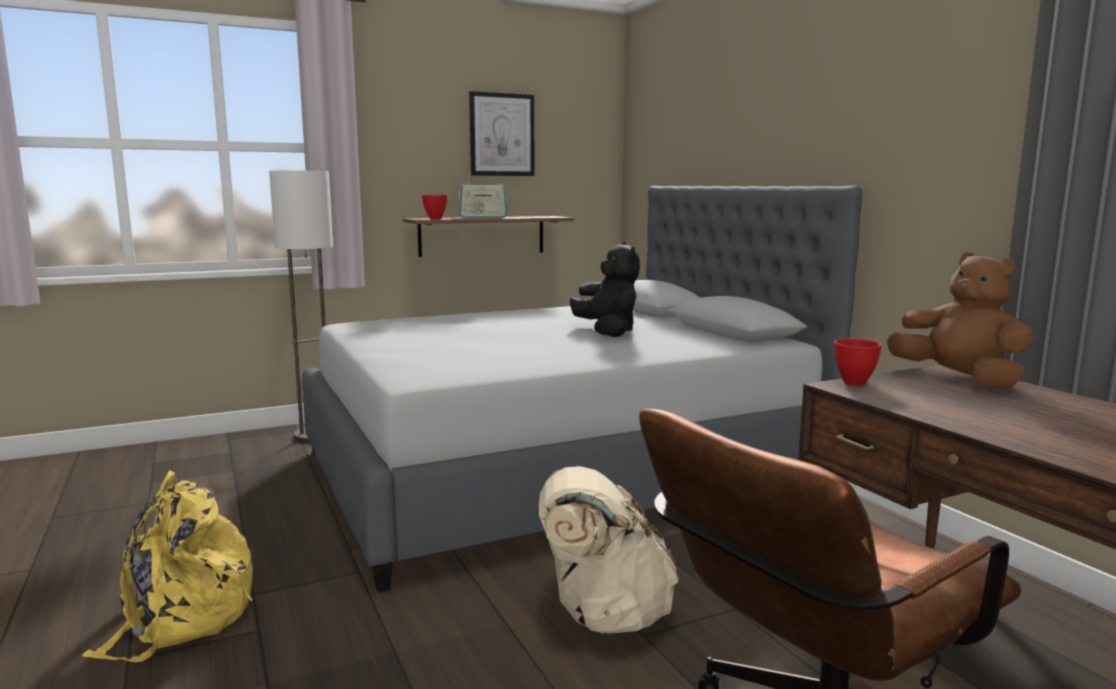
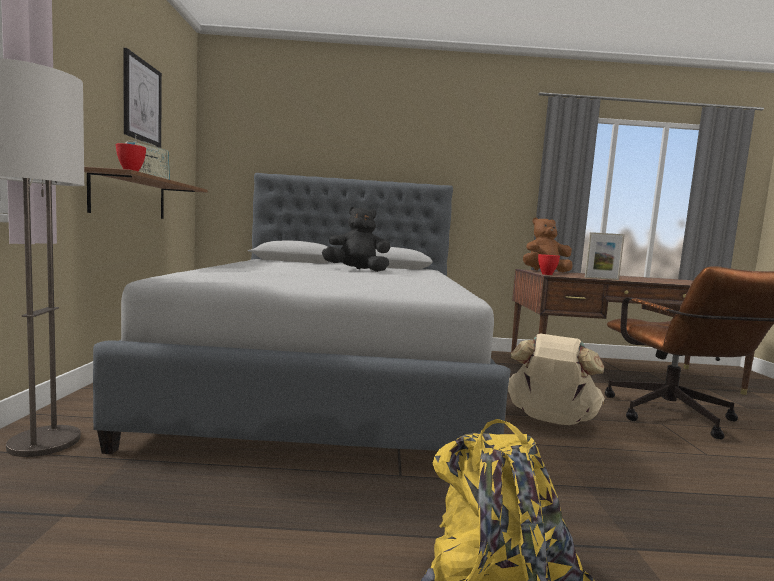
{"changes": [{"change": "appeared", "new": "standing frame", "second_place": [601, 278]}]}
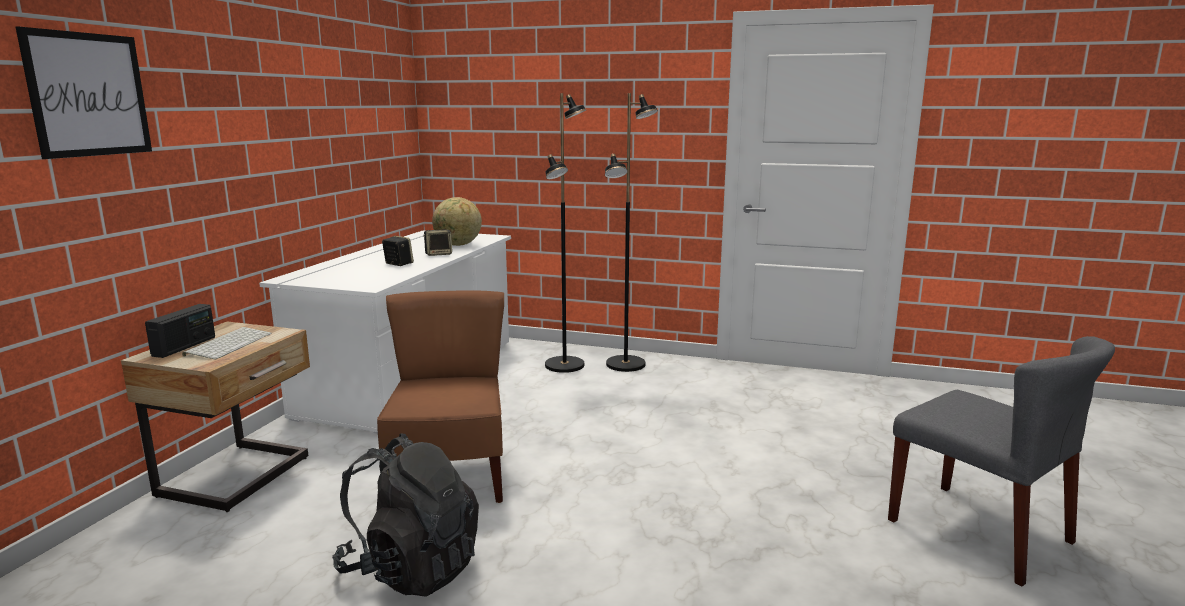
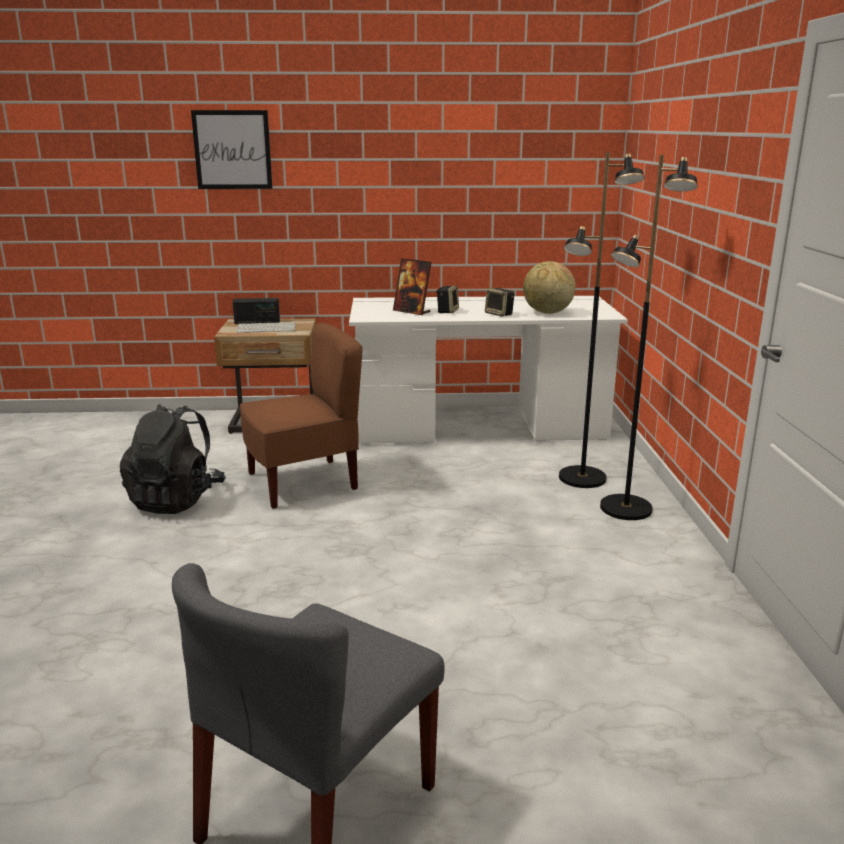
{"changes": [{"change": "appeared", "new": "standing frame", "second_place": [412, 311]}]}
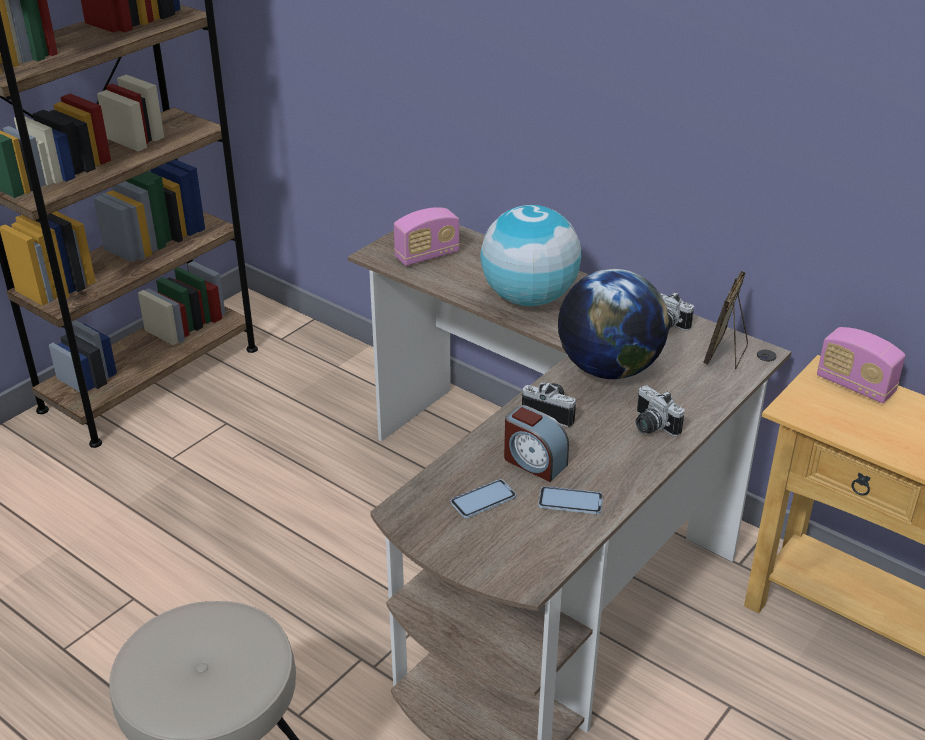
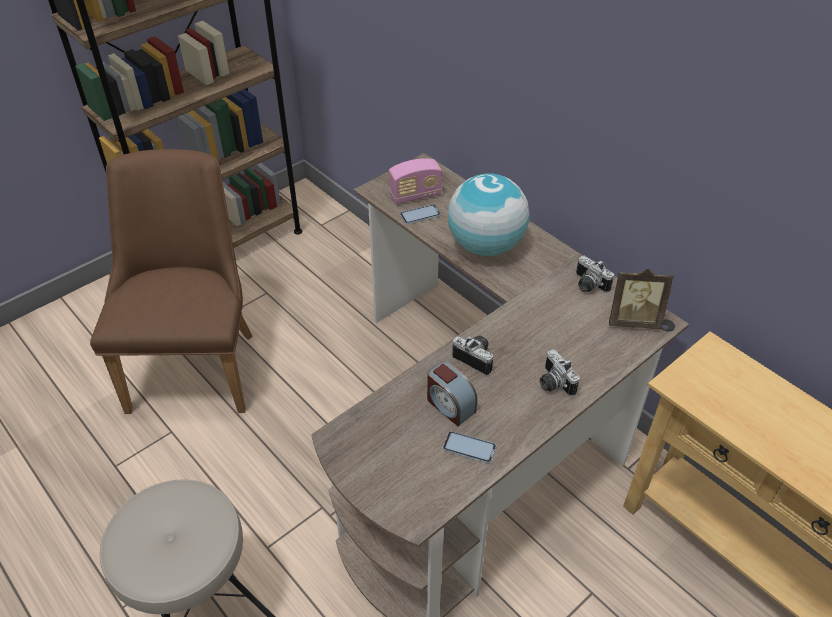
{"changes": [{"change": "relocated", "old": "phone", "first_place": [483, 500], "second_place": [420, 215]}, {"change": "missing", "old": "desk globe", "first_place": [608, 369]}, {"change": "spun", "old": "standing frame", "first_place": [726, 354], "second_place": [633, 320], "degrees": -120}, {"change": "missing", "old": "radio set", "first_place": [855, 385]}, {"change": "appeared", "new": "brown-coloured upright chair", "second_place": [197, 361]}]}
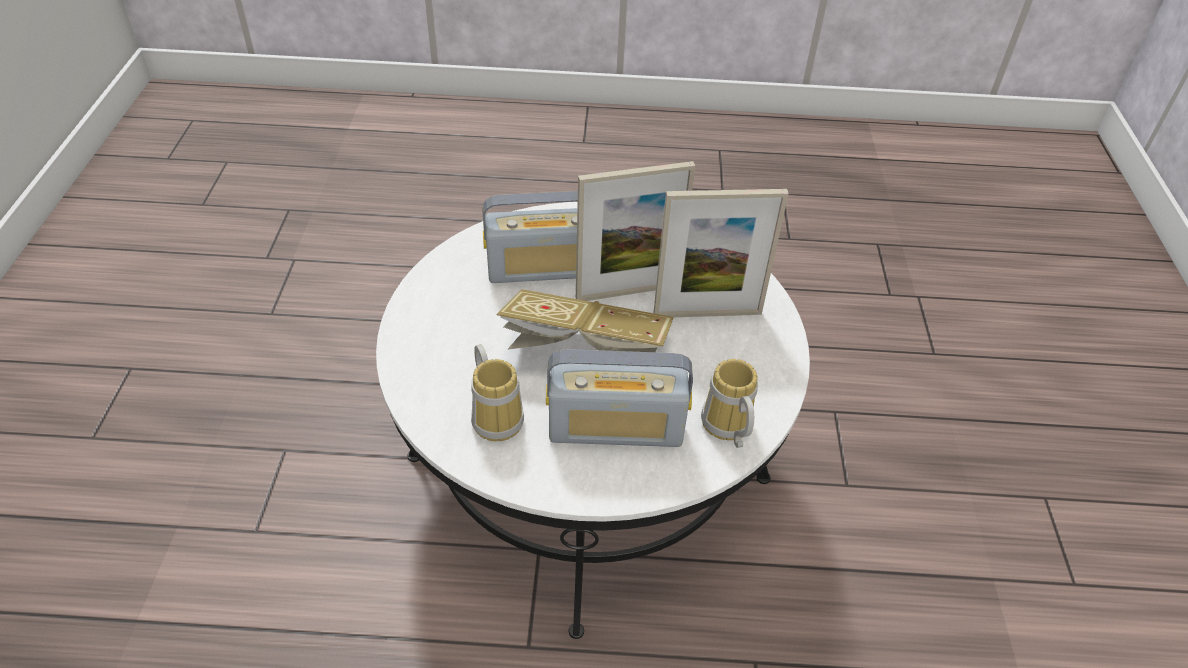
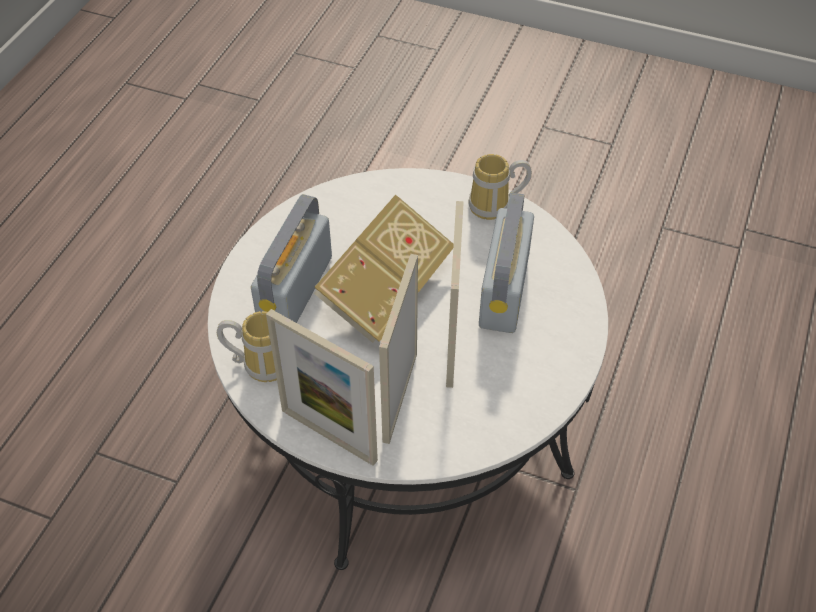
{"changes": [{"change": "relocated", "old": "coffee mug", "first_place": [497, 416], "second_place": [495, 207]}, {"change": "appeared", "new": "standing frame", "second_place": [329, 435]}]}
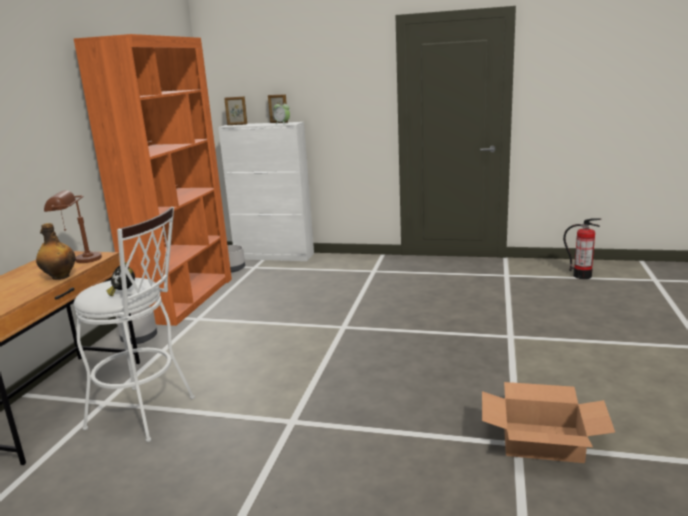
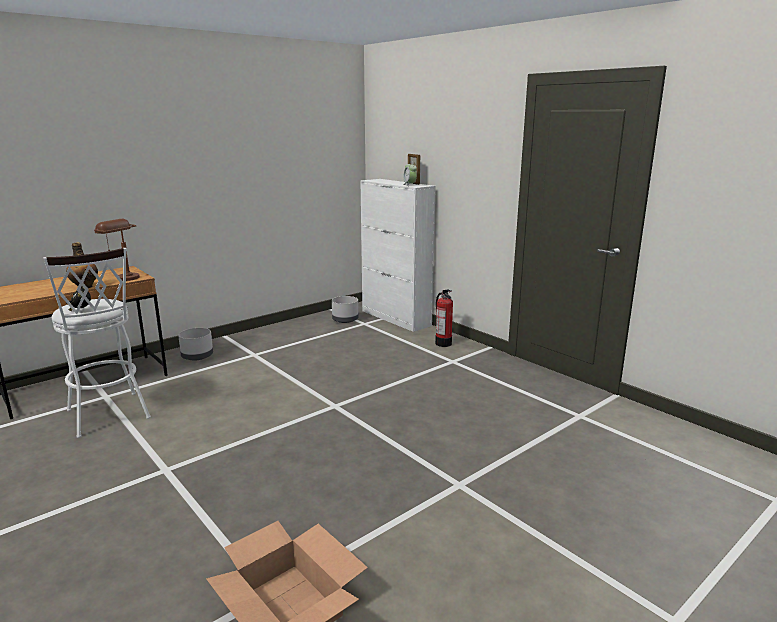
{"changes": [{"change": "missing", "old": "orangey bookshelf", "first_place": [184, 299]}, {"change": "missing", "old": "standing frame", "first_place": [237, 124]}, {"change": "relocated", "old": "extinguisher", "first_place": [582, 276], "second_place": [443, 343]}]}
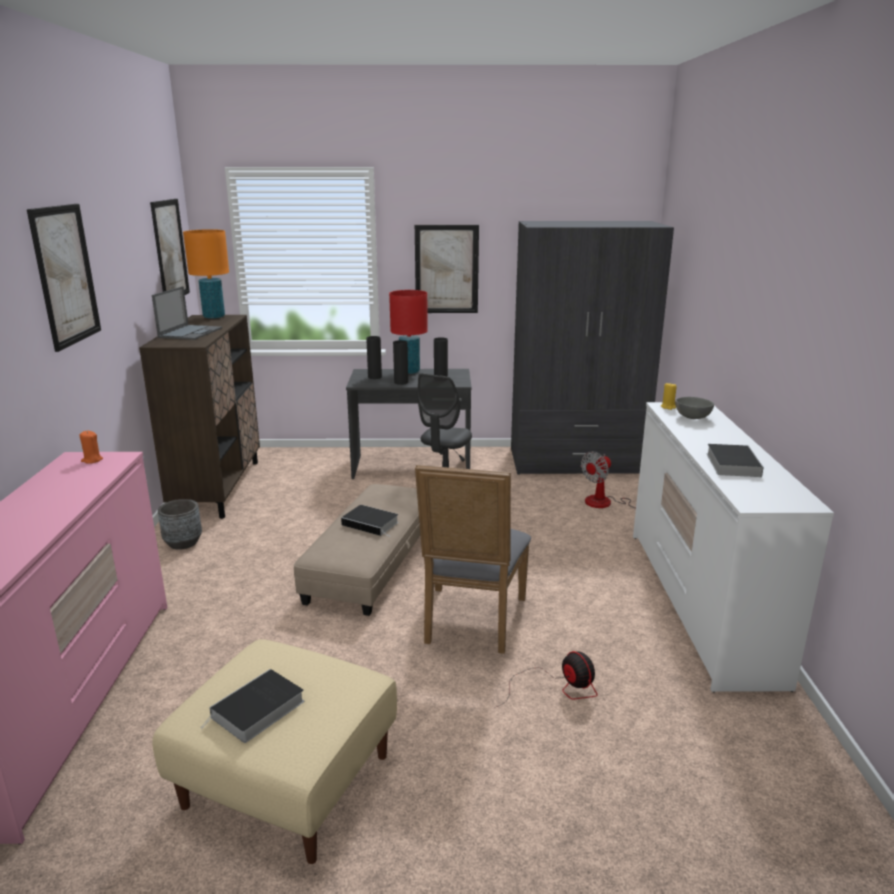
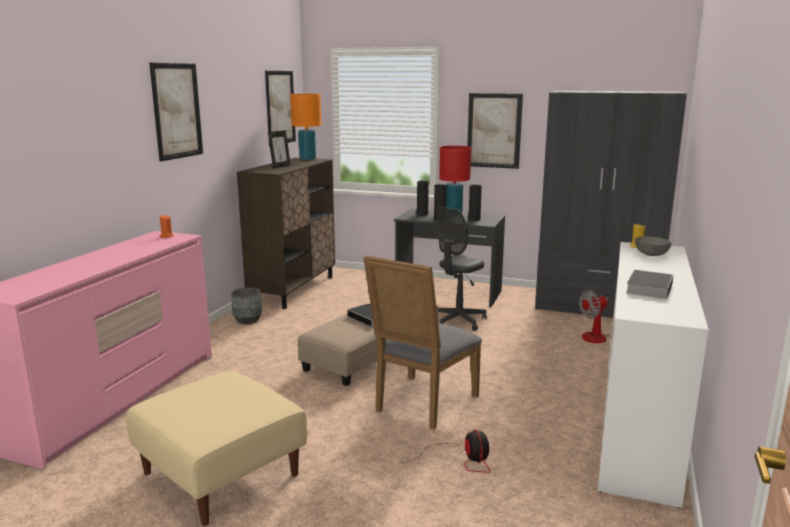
{"changes": [{"change": "exchanged", "old": "laptop", "new": "standing frame", "first_place": [190, 332], "second_place": [280, 166]}, {"change": "missing", "old": "volume", "first_place": [256, 711]}]}
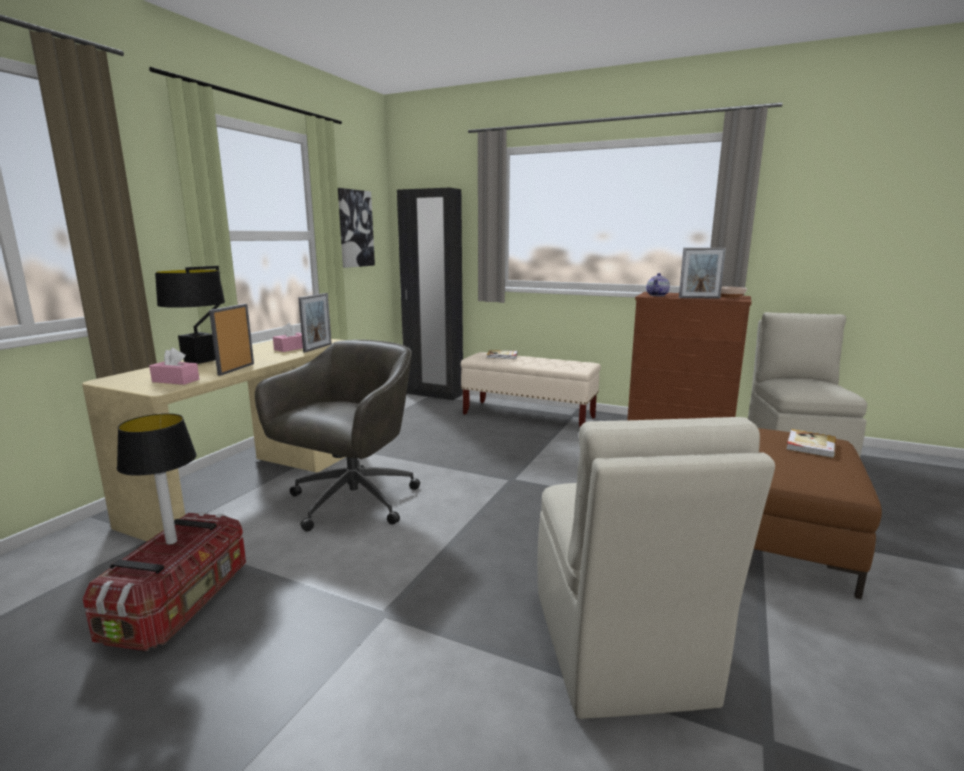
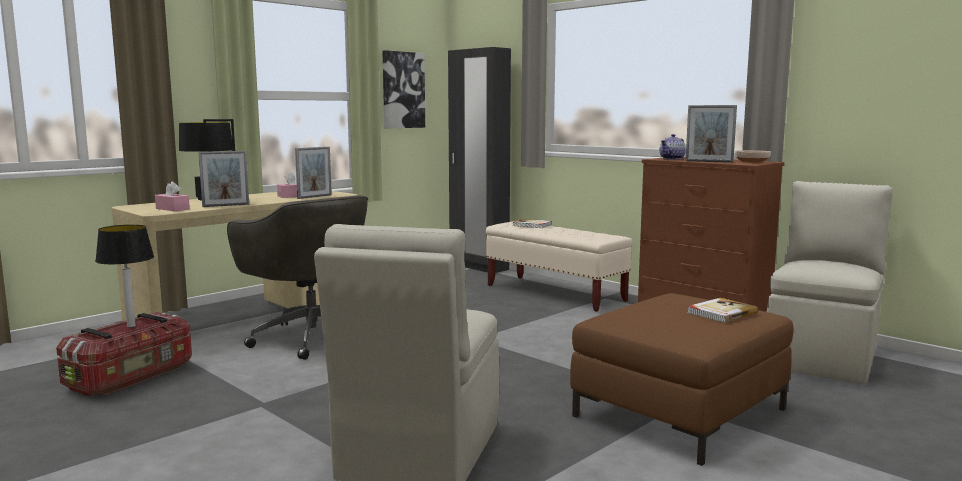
{"changes": [{"change": "spun", "old": "standing frame", "first_place": [236, 369], "second_place": [226, 205], "degrees": -150}, {"change": "spun", "old": "gray computer chair", "first_place": [351, 502], "second_place": [310, 337], "degrees": 90}]}
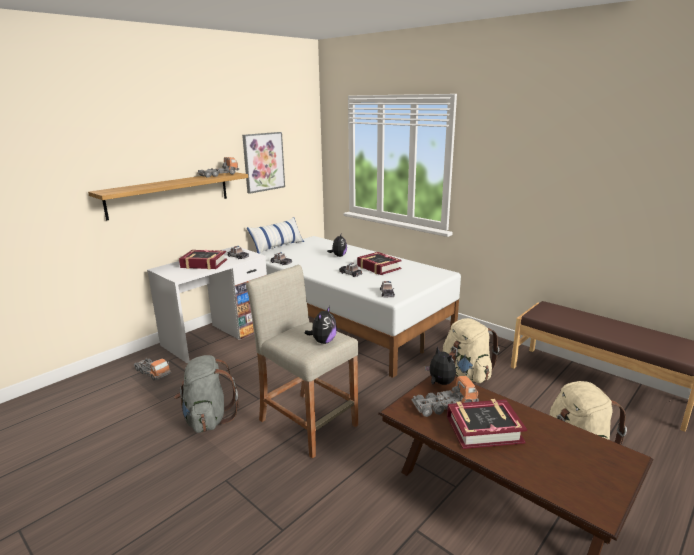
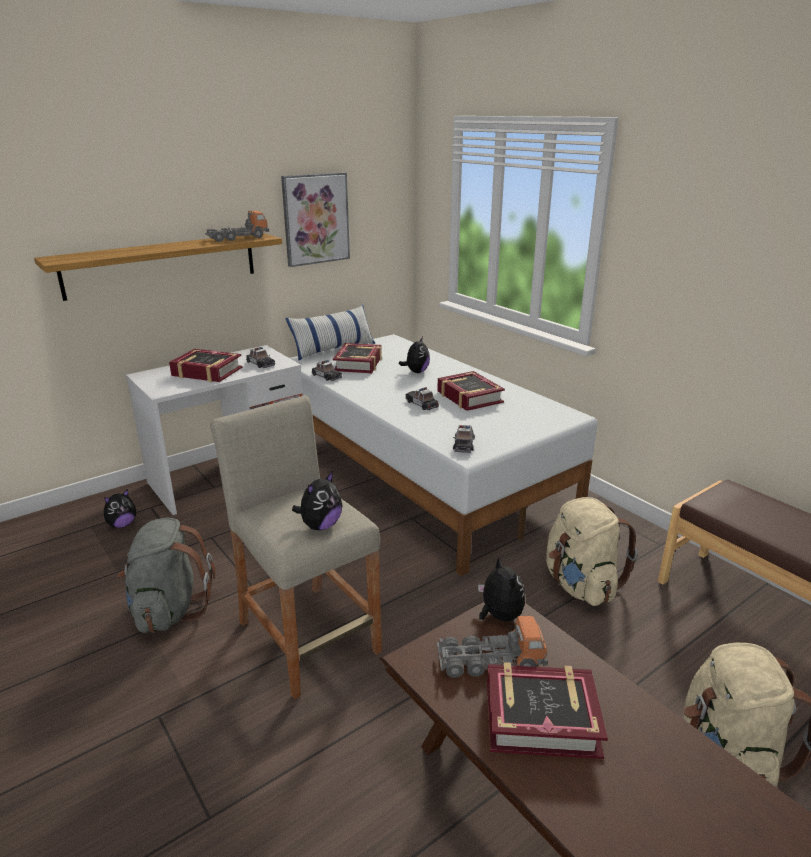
{"changes": [{"change": "exchanged", "old": "toy truck", "new": "plush toy", "first_place": [152, 372], "second_place": [122, 524]}, {"change": "appeared", "new": "volume", "second_place": [358, 364]}]}
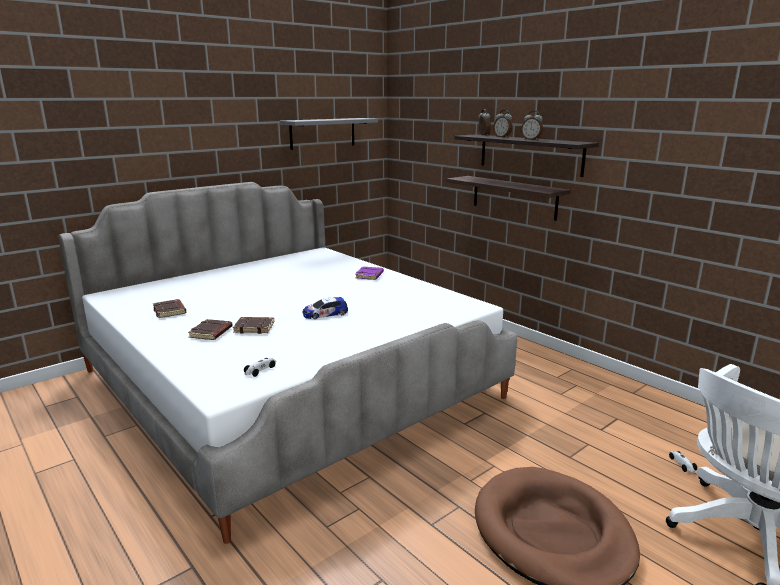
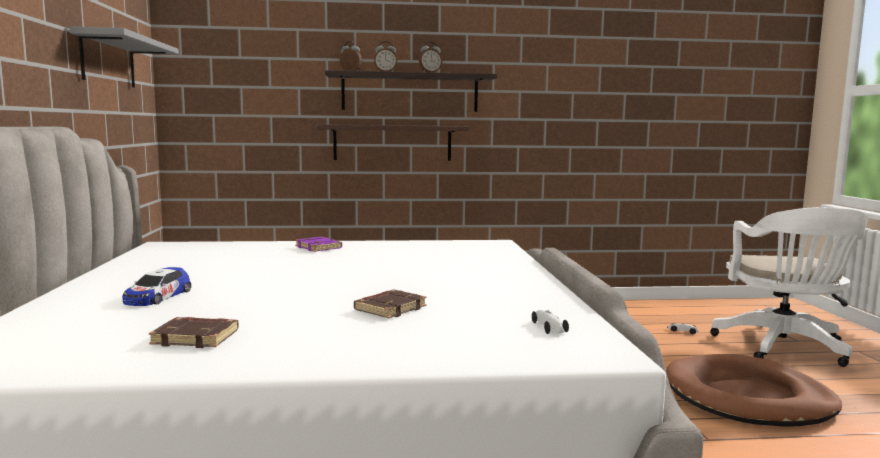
{"changes": [{"change": "missing", "old": "brown-coloured volume", "first_place": [211, 333]}, {"change": "relocated", "old": "miniature car", "first_place": [325, 314], "second_place": [157, 297]}]}
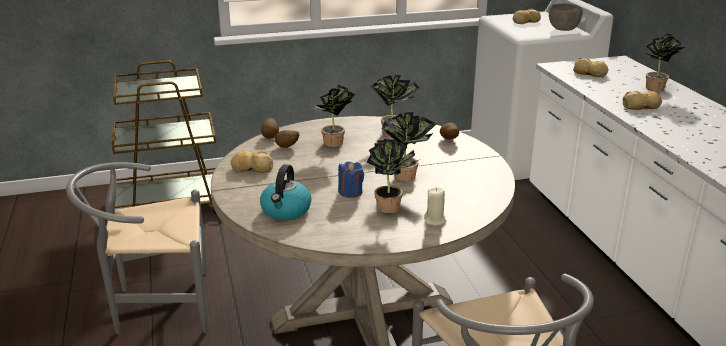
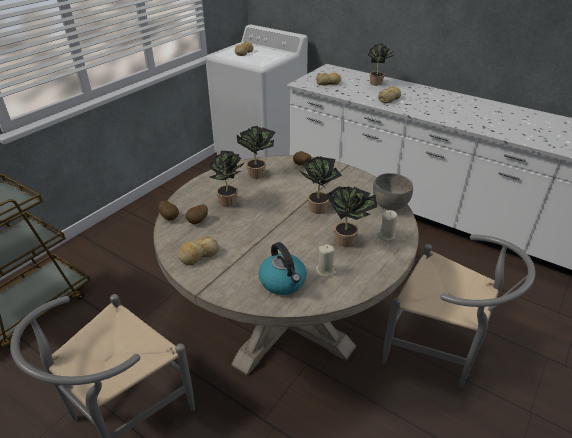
{"changes": [{"change": "missing", "old": "blue candle", "first_place": [350, 192]}, {"change": "relocated", "old": "gray bowl", "first_place": [563, 29], "second_place": [390, 206]}, {"change": "appeared", "new": "beige candle", "second_place": [325, 271]}]}
